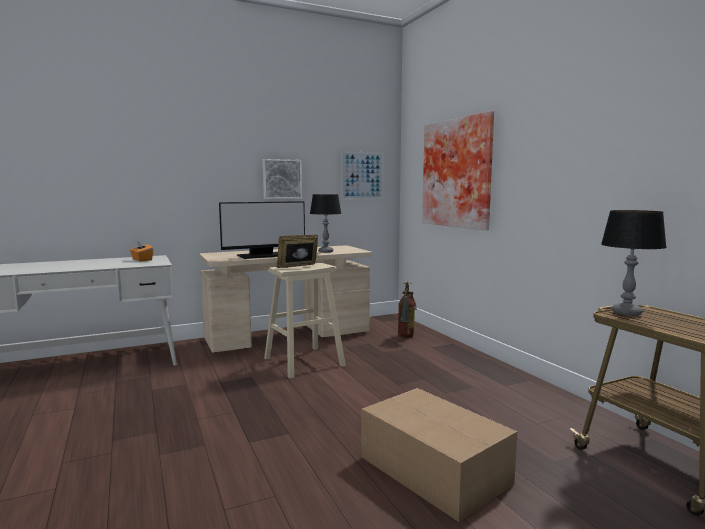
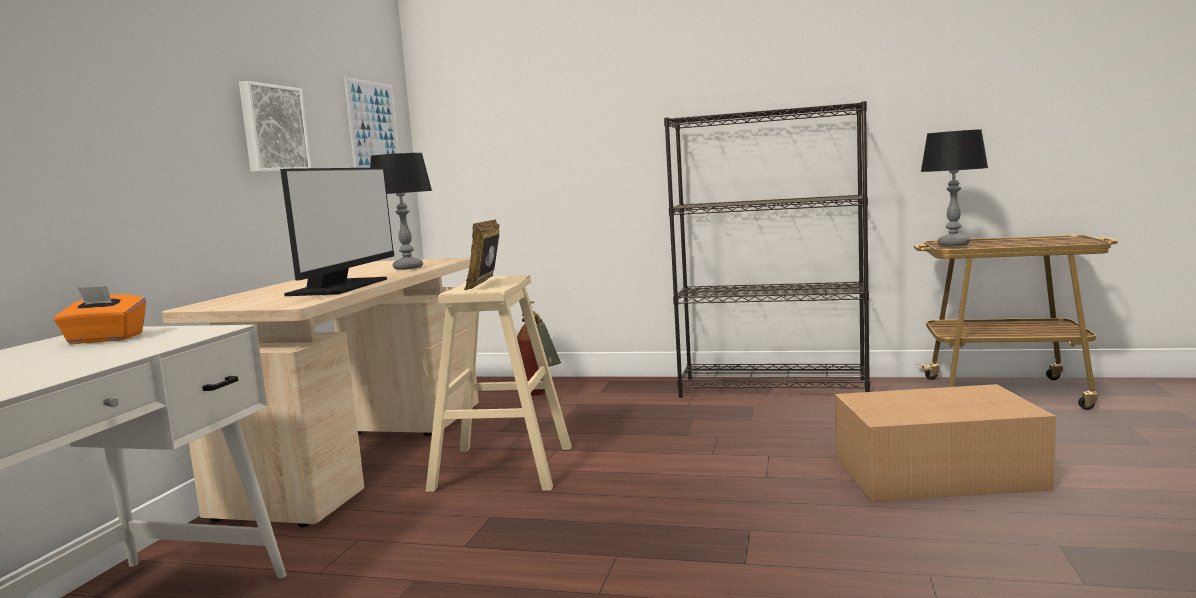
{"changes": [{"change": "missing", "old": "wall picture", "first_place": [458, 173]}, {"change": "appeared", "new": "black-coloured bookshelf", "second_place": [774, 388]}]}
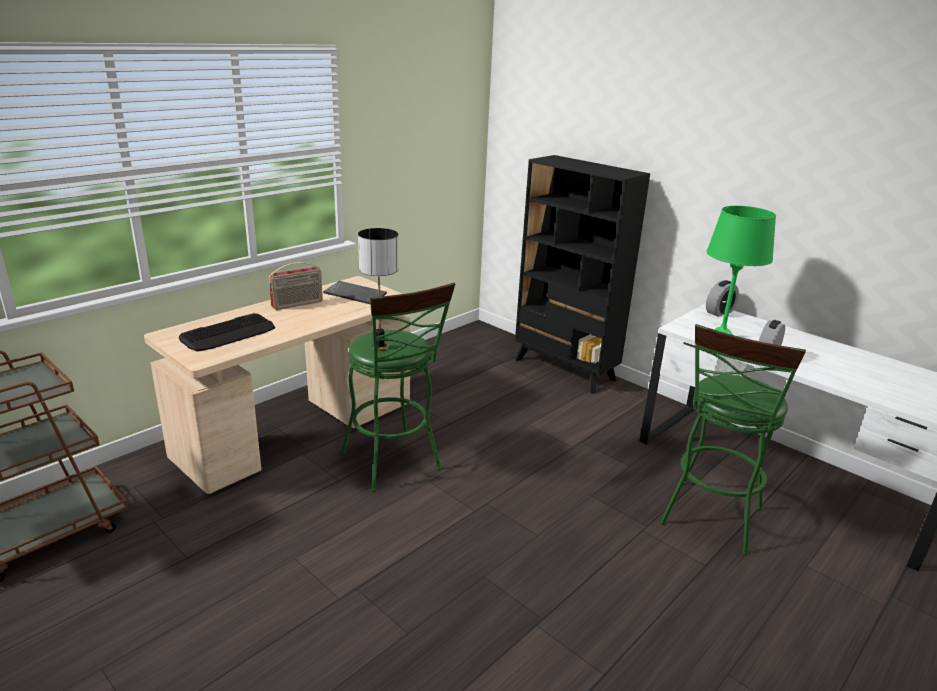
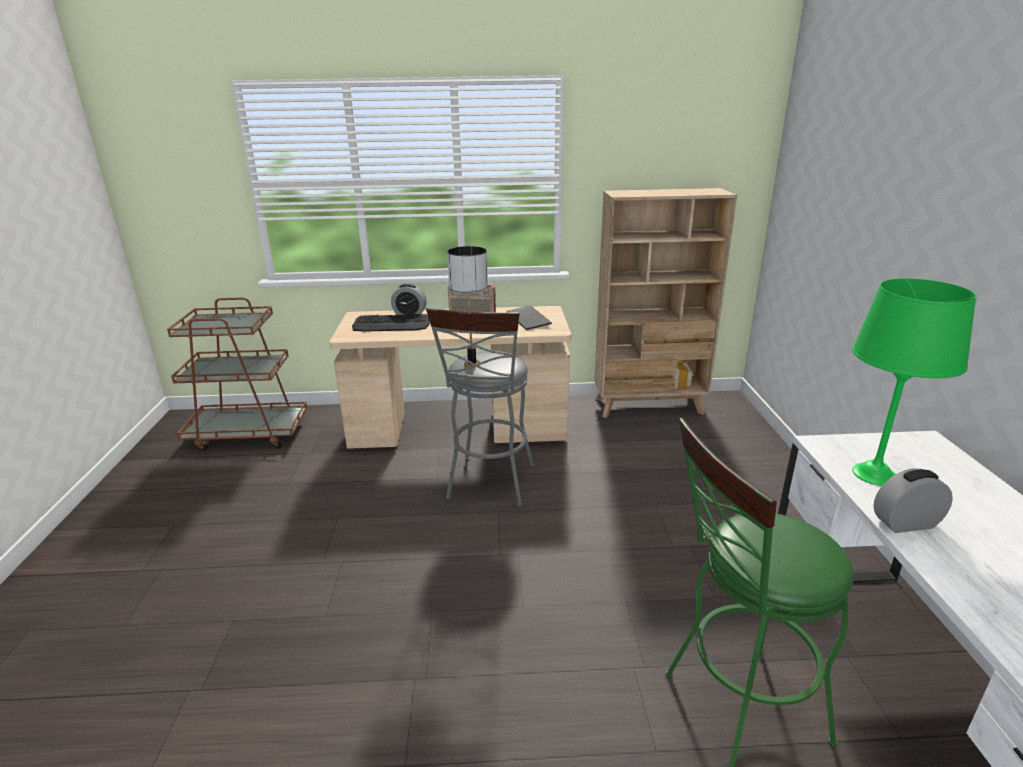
{"changes": [{"change": "colour", "old": "greenish stool seat", "new": "gray stool seat", "first_place": [395, 465], "second_place": [490, 486]}, {"change": "missing", "old": "black-coloured bookshelf", "first_place": [564, 370]}, {"change": "relocated", "old": "table clock", "first_place": [719, 312], "second_place": [409, 314]}, {"change": "appeared", "new": "beige bookshelf", "second_place": [649, 406]}]}
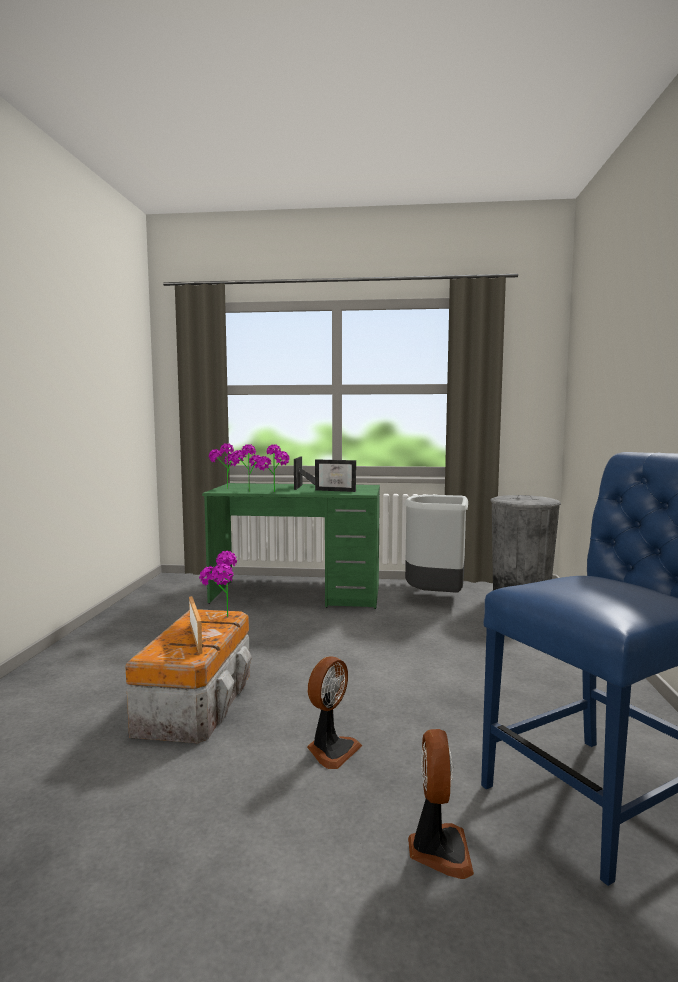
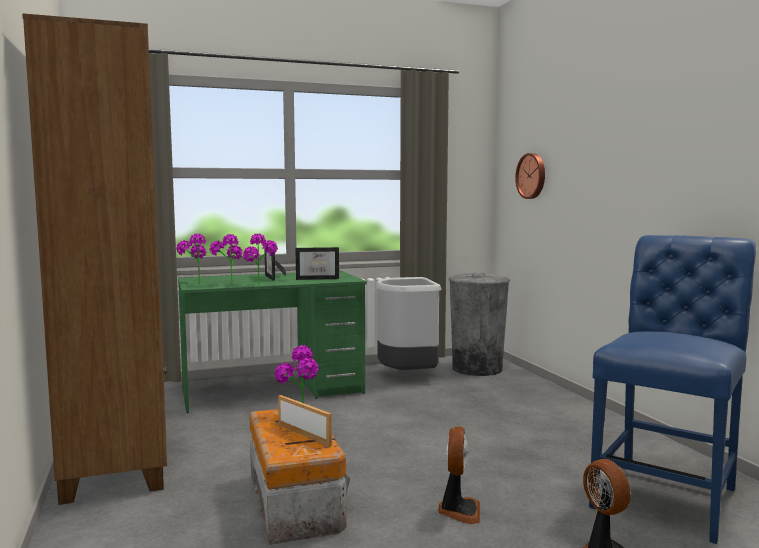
{"changes": [{"change": "appeared", "new": "brown-coloured bookshelf", "second_place": [120, 457]}, {"change": "appeared", "new": "clock on the wall", "second_place": [532, 176]}]}
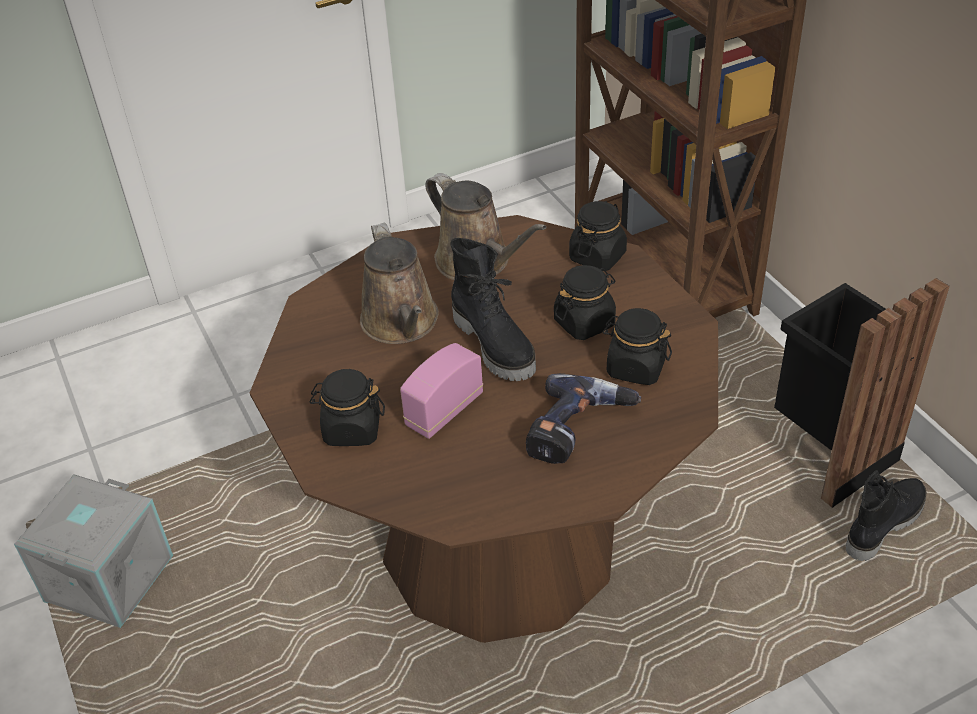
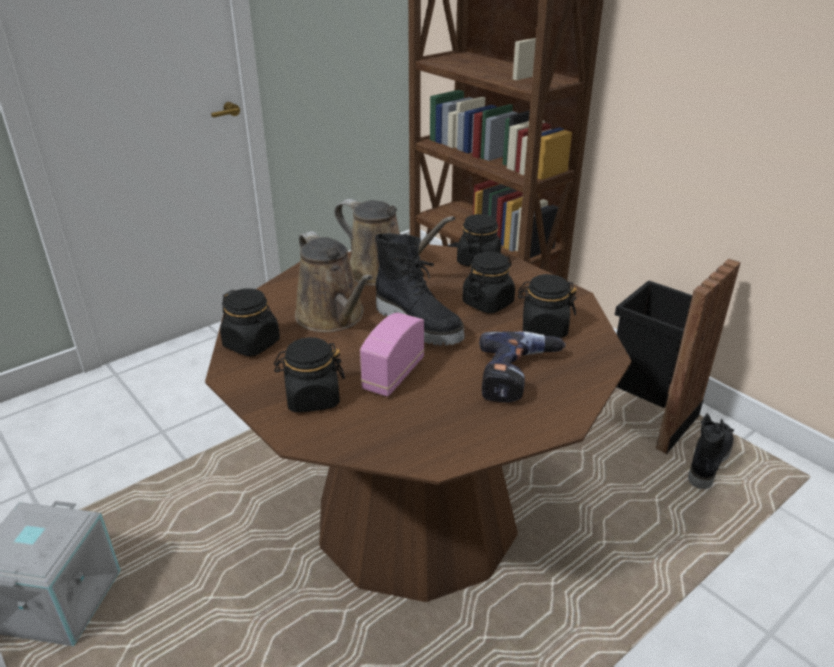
{"changes": [{"change": "appeared", "new": "black-coloured jar", "second_place": [252, 344]}]}
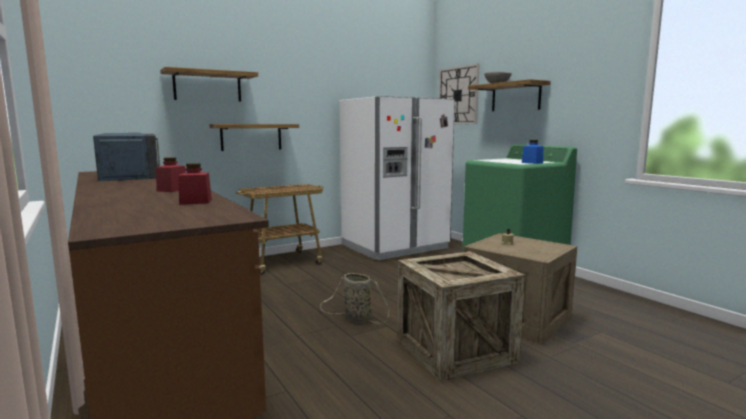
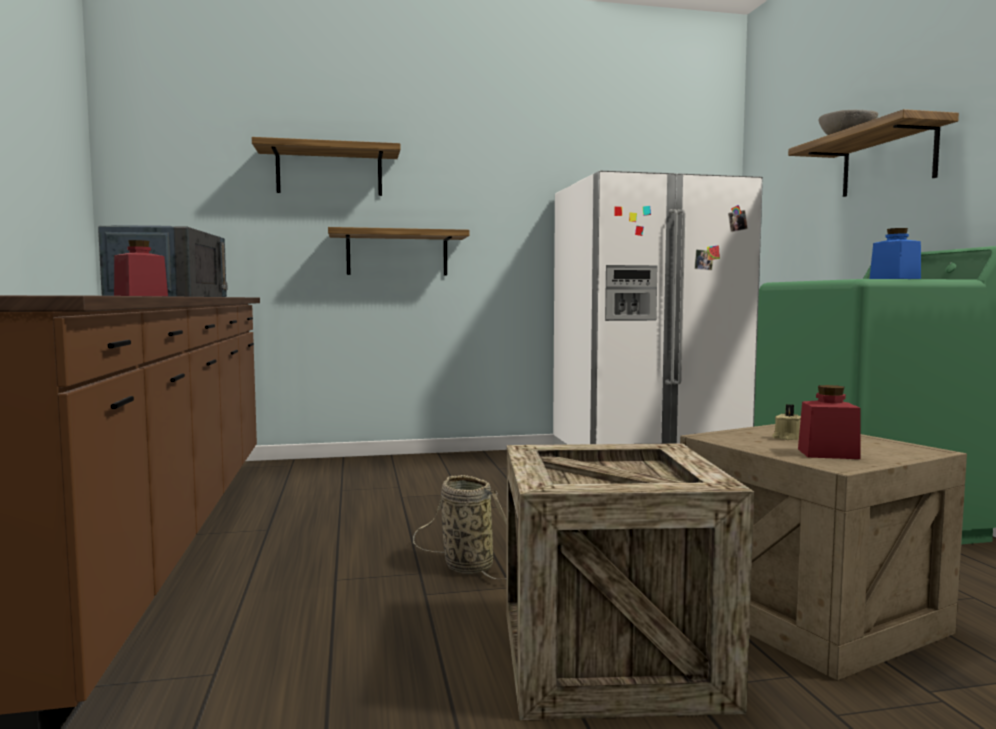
{"changes": [{"change": "relocated", "old": "red jar", "first_place": [195, 202], "second_place": [828, 454]}, {"change": "missing", "old": "cart", "first_place": [283, 262]}, {"change": "missing", "old": "clock on the wall", "first_place": [458, 95]}]}
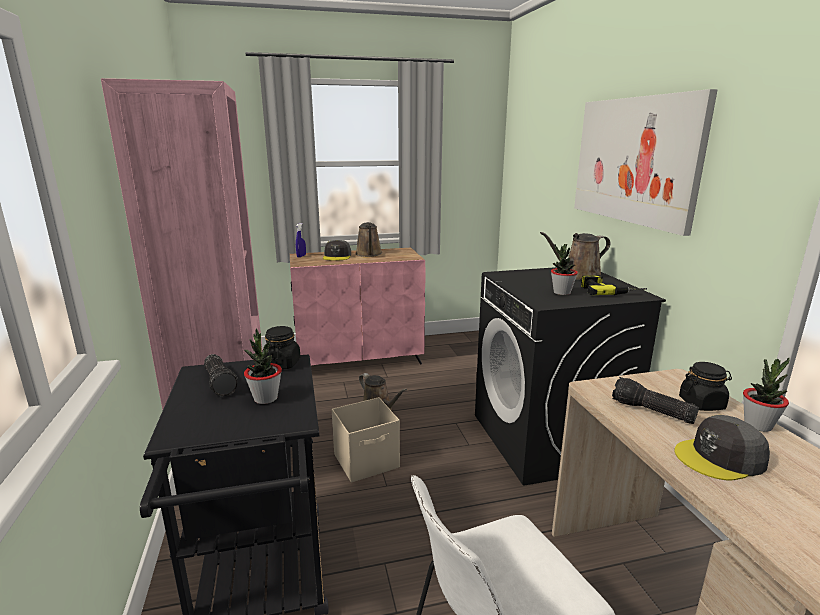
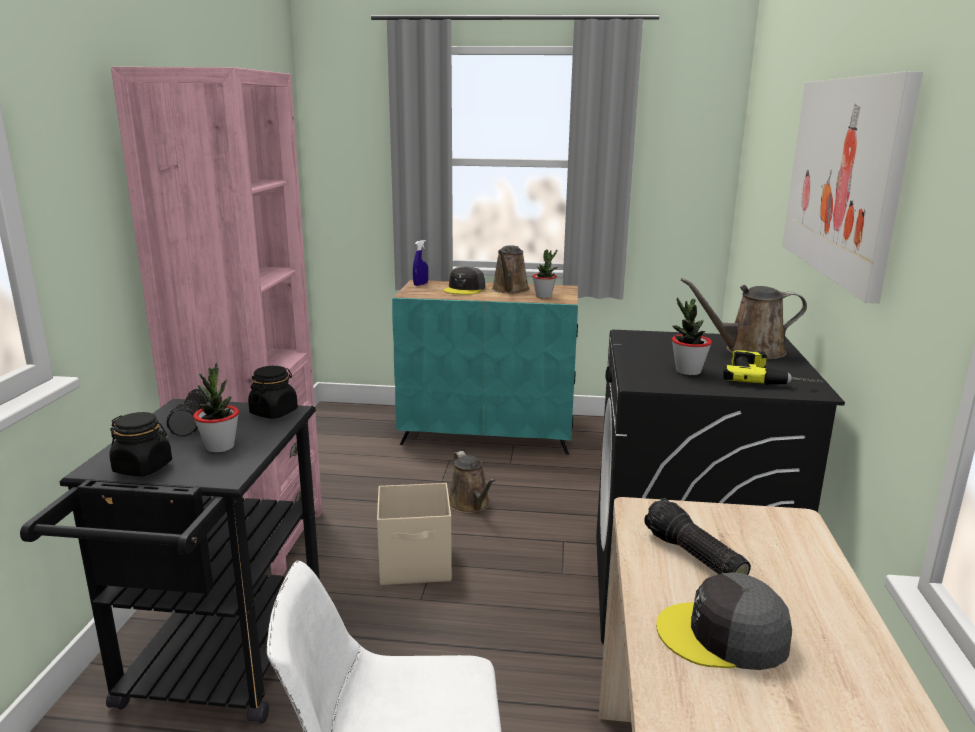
{"changes": [{"change": "colour", "old": "pinkish cabinet", "new": "turquoise cabinet", "first_place": [360, 359], "second_place": [488, 435]}, {"change": "relocated", "old": "black-coloured jar", "first_place": [702, 403], "second_place": [143, 467]}, {"change": "relocated", "old": "plant in a pot", "first_place": [758, 425], "second_place": [543, 296]}]}
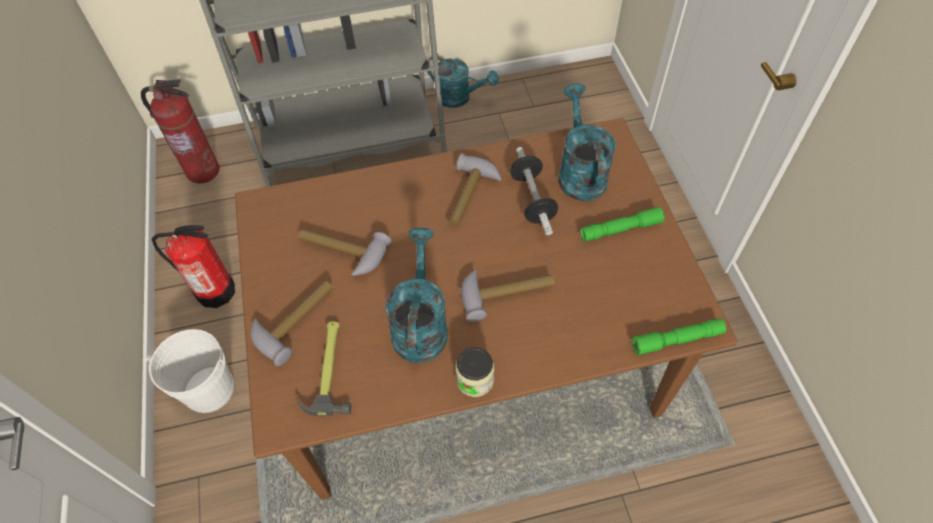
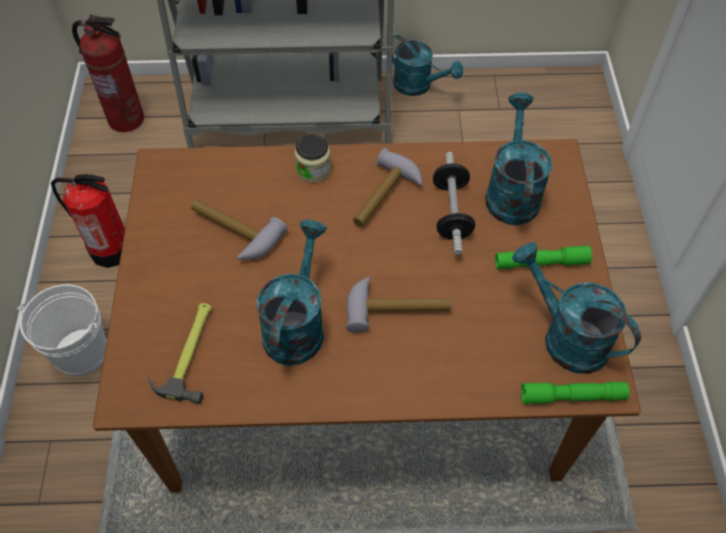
{"changes": [{"change": "missing", "old": "hand hammer", "first_place": [295, 320]}, {"change": "relocated", "old": "jar", "first_place": [475, 380], "second_place": [313, 170]}, {"change": "appeared", "new": "turquoise sprinkling can", "second_place": [565, 336]}]}
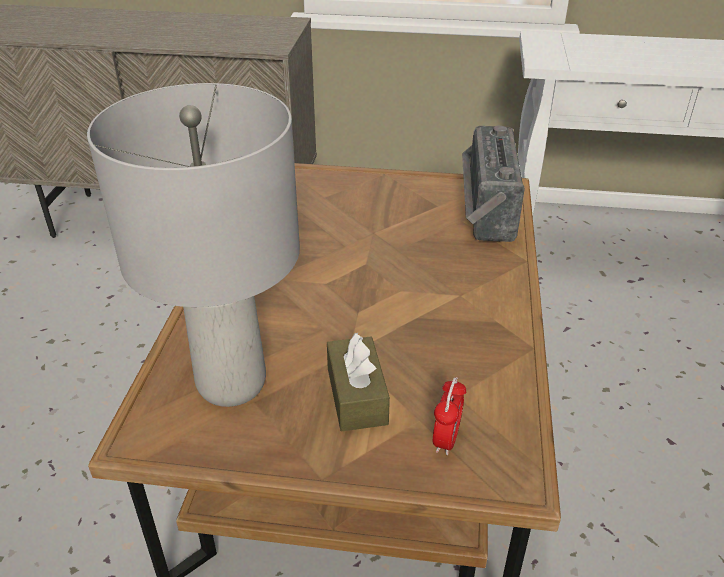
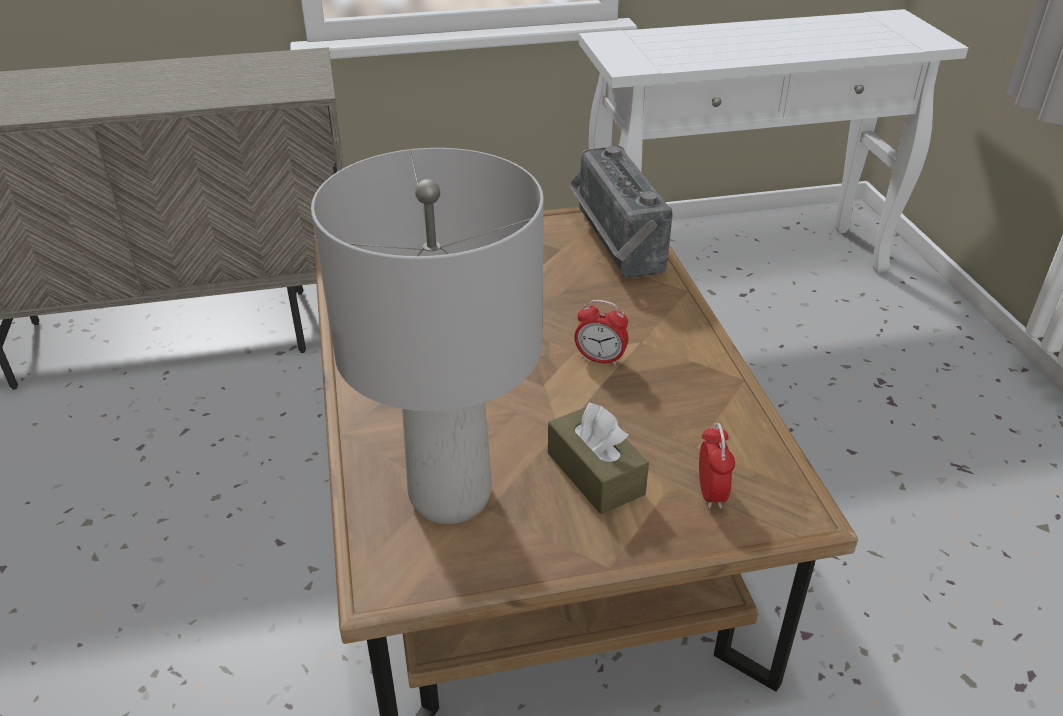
{"changes": [{"change": "appeared", "new": "table clock", "second_place": [600, 359]}]}
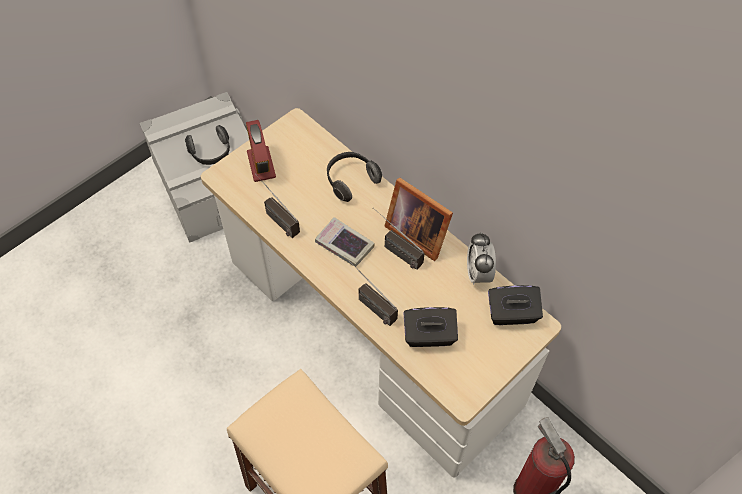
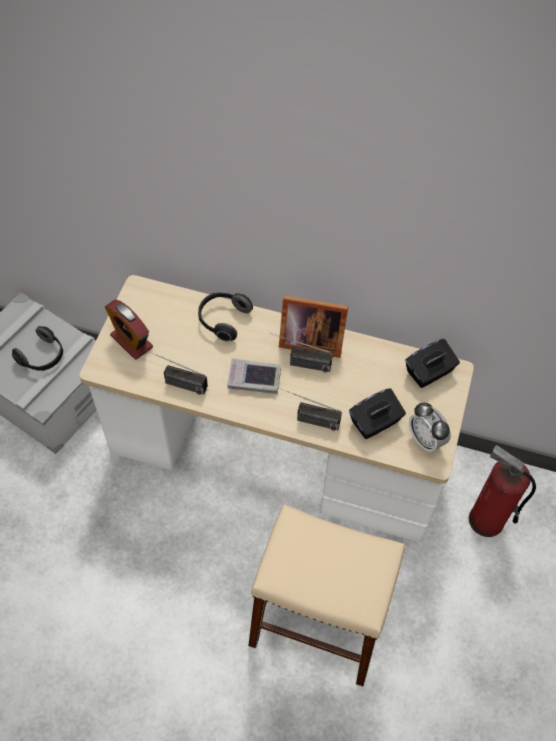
{"changes": [{"change": "relocated", "old": "table clock", "first_place": [478, 273], "second_place": [425, 440]}]}
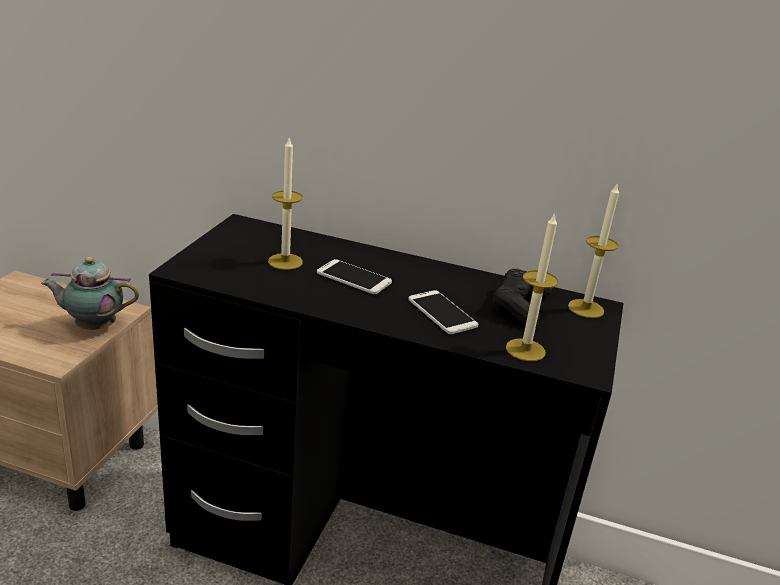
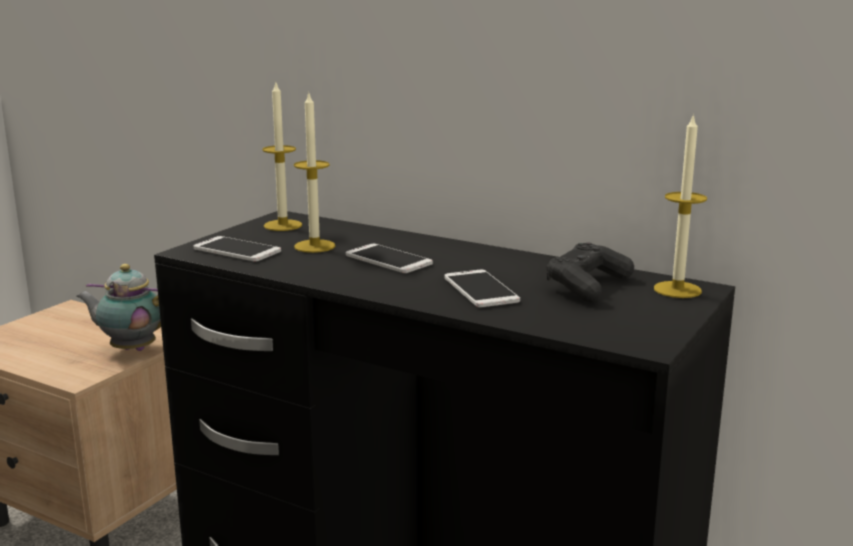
{"changes": [{"change": "relocated", "old": "candle", "first_place": [525, 350], "second_place": [283, 225]}, {"change": "appeared", "new": "phone", "second_place": [237, 250]}]}
